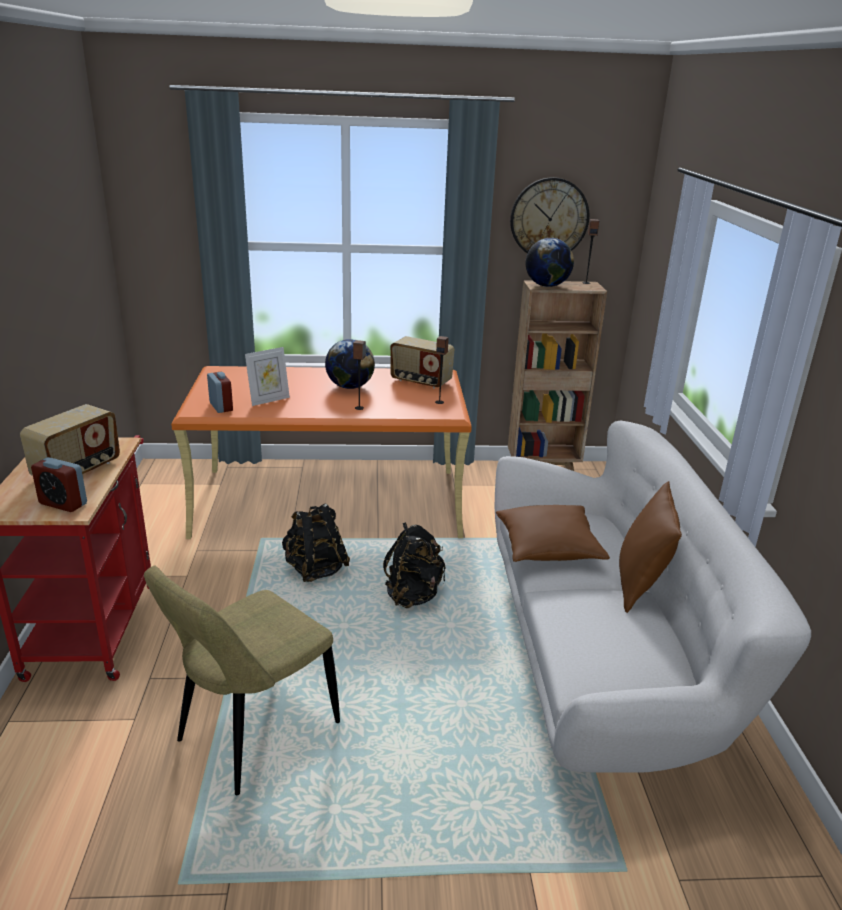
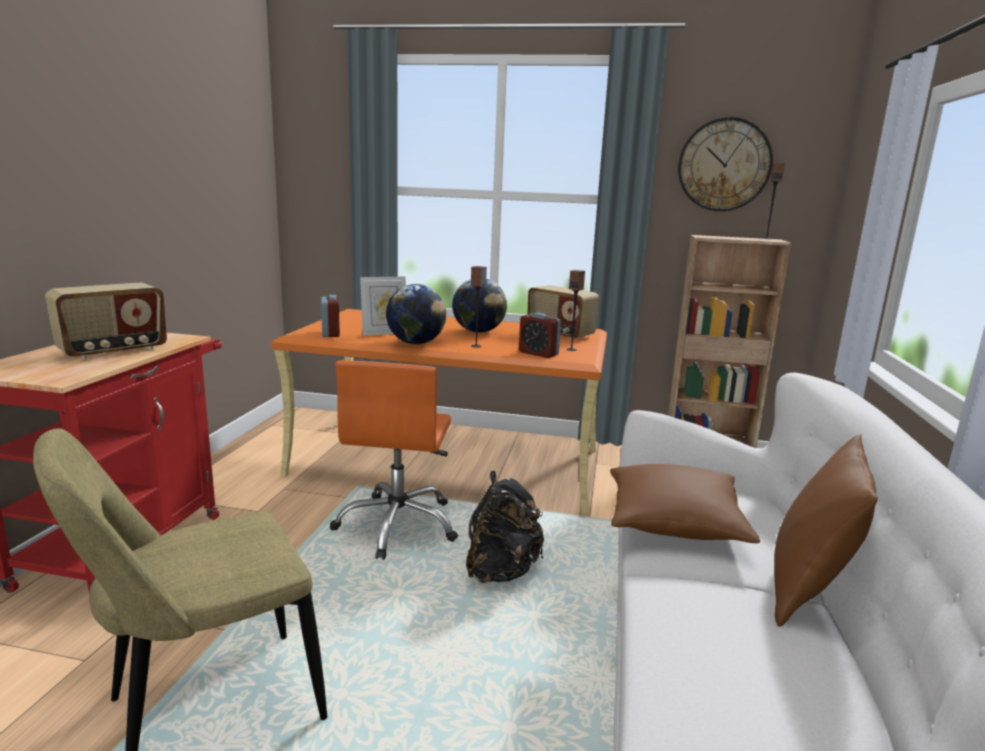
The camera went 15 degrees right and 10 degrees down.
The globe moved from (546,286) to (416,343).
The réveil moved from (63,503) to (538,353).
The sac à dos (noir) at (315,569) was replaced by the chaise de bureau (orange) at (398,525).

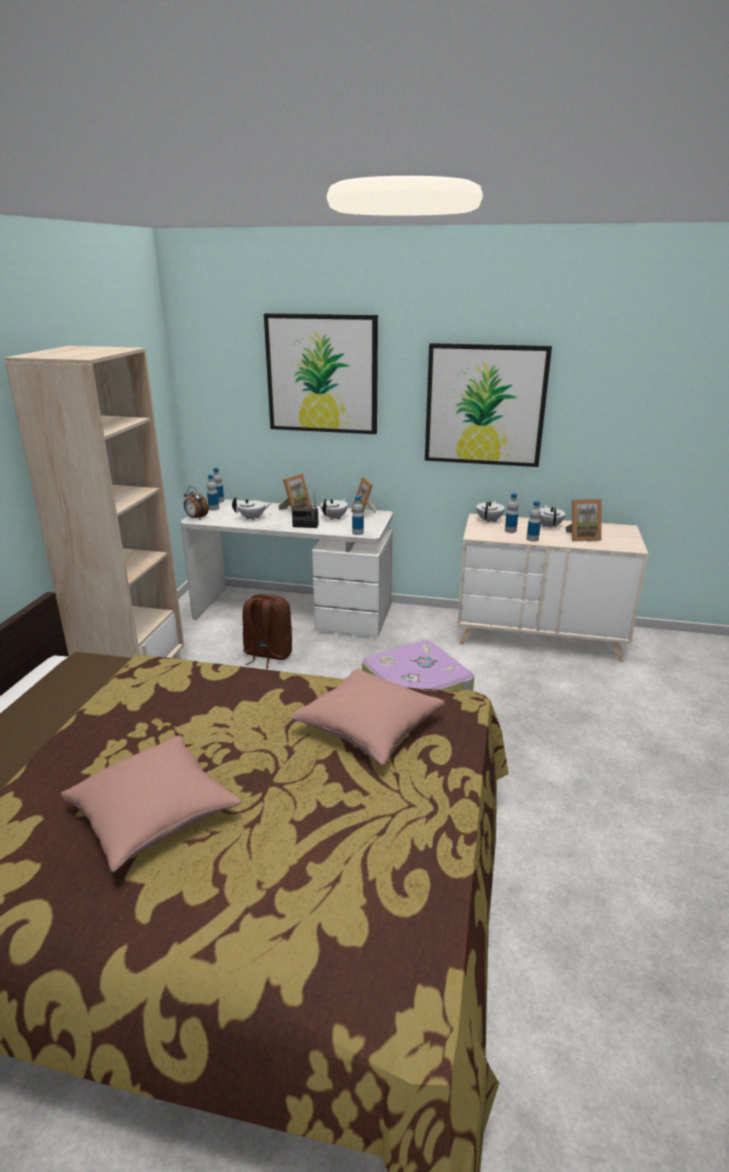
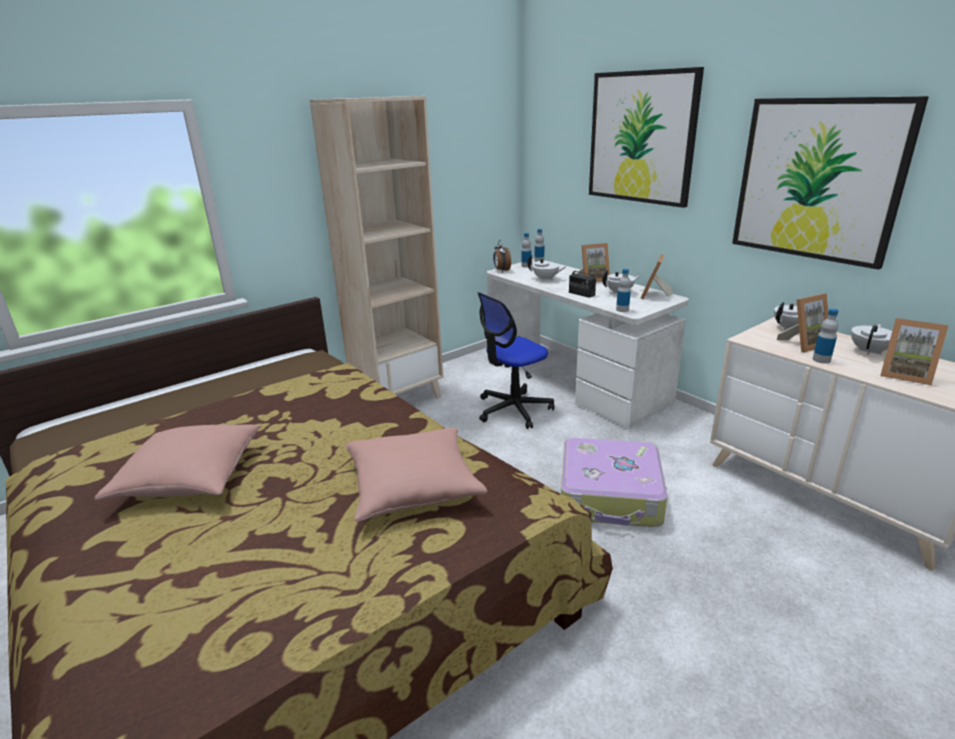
The camera went 40 degrees right and 0 degrees up.
The bouteille at (510,530) was replaced by the cadre photo at (803,344).
The sac à dos (marron) at (267,655) was replaced by the chaise de bureau at (513,409).

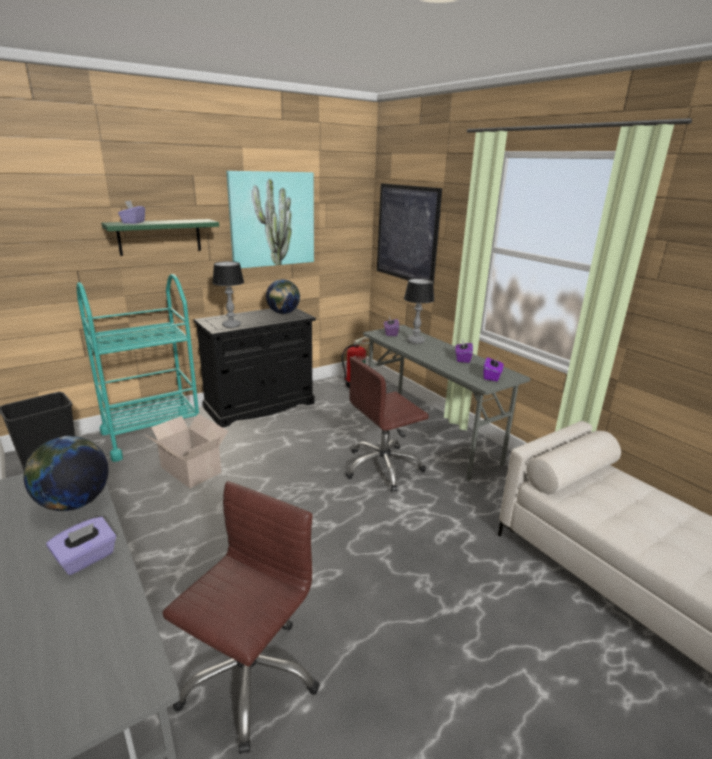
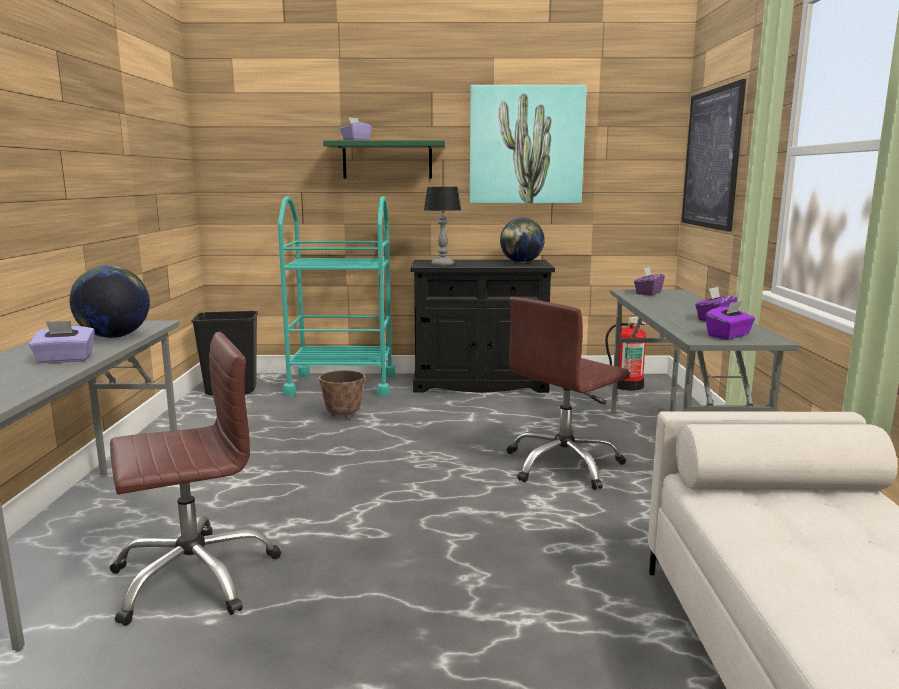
The camera went 35 degrees right and 10 degrees down.
The lampe de table at (415,341) disappeared.
The chaise de bureau (marron) at (383,467) turned 45 degrees counterclockwise.
The carton at (190,469) was replaced by the cache-pot at (343,416).

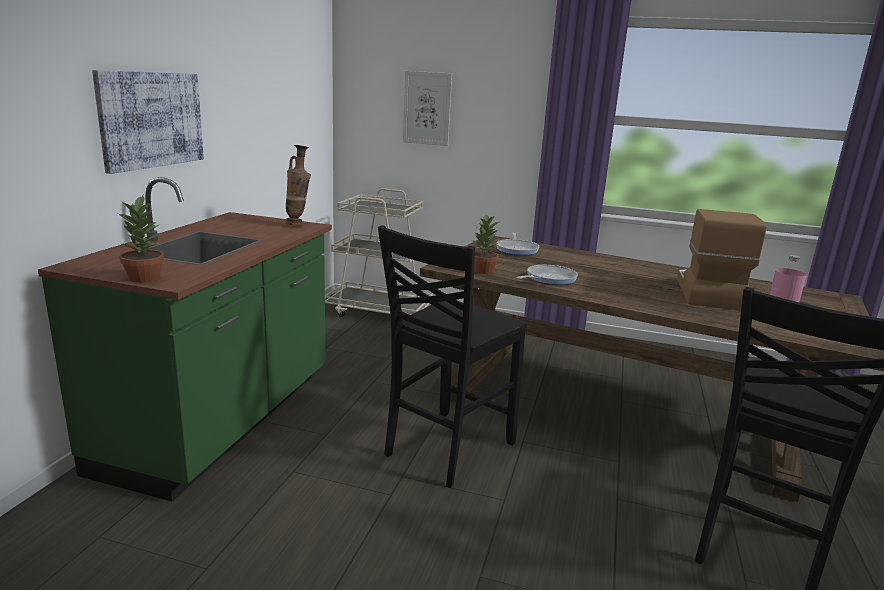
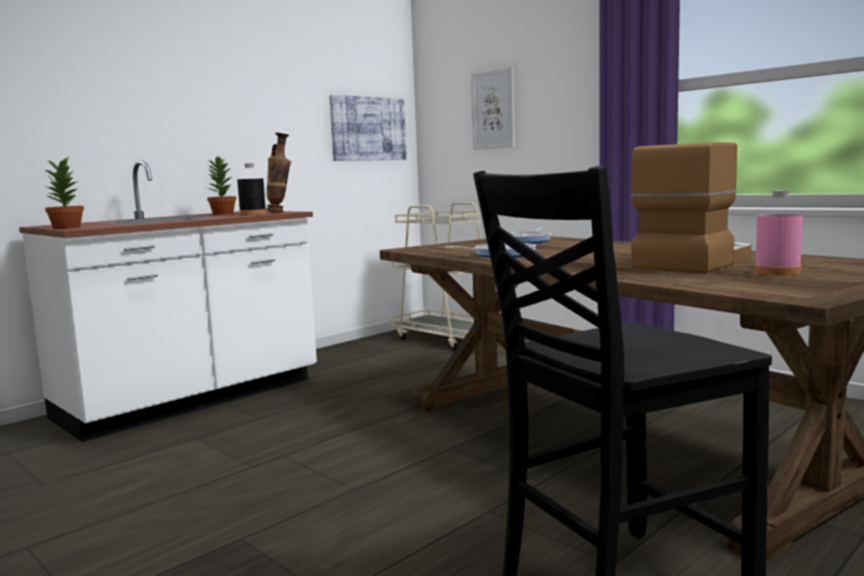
The camera went 30 degrees right and 10 degrees down.
The tableau moved from (151,119) to (368,129).
The comptoir de cuisine (vert) at (222,421) became the comptoir de cuisine (blanc) at (191,399).
The plante en pot moved from (483,271) to (222,213).
The chaise (noir) at (446,449) disappeared.
The bouteille (noir) at (253,214) appeared.

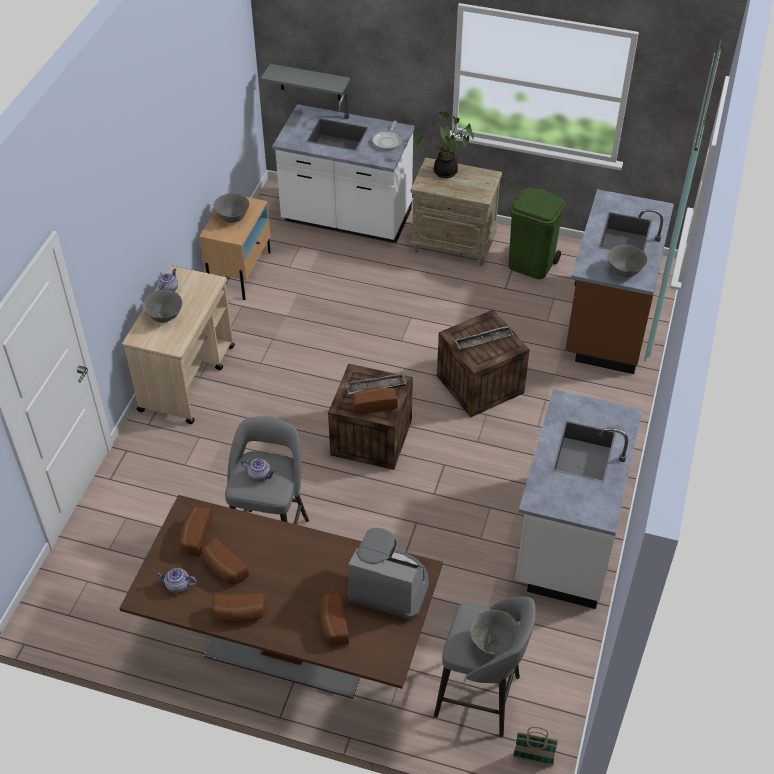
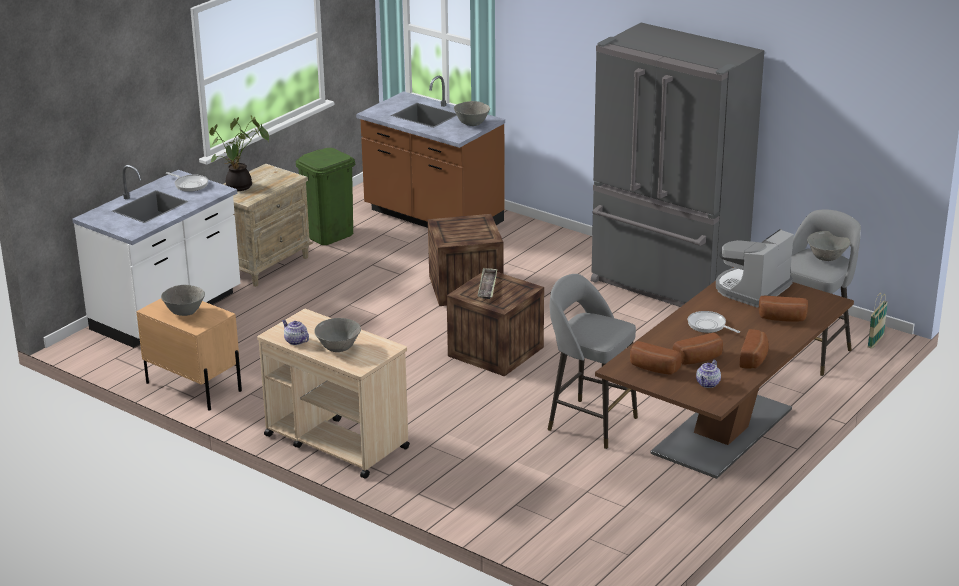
The camera went 70 degrees left and 20 degrees down.
The étagère (gris) at (310,82) disappeared.
The plateau at (483,340) disappeared.
The pain at (374,405) disappeared.
The comptoir de cuisine (blanc) at (567,537) was replaced by the réfrigérateur (gris) at (666,285).
The théière at (260,475) disappeared.
The poêle at (708,325) appeared.

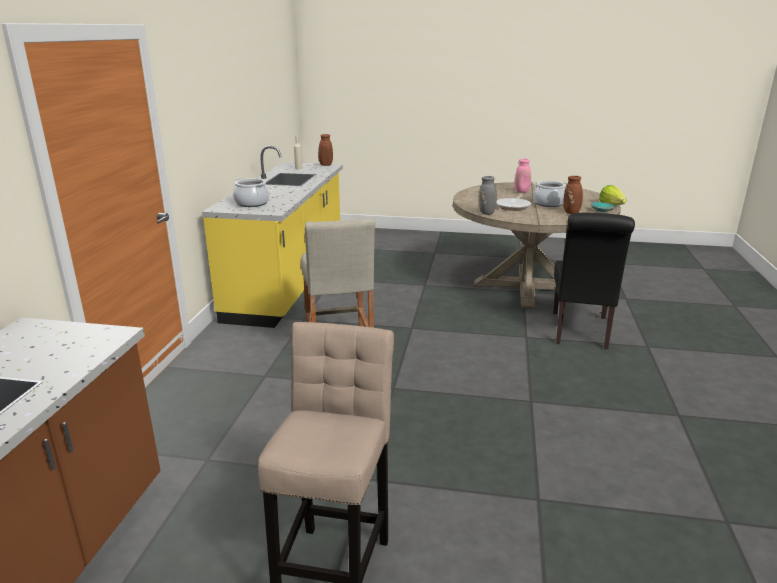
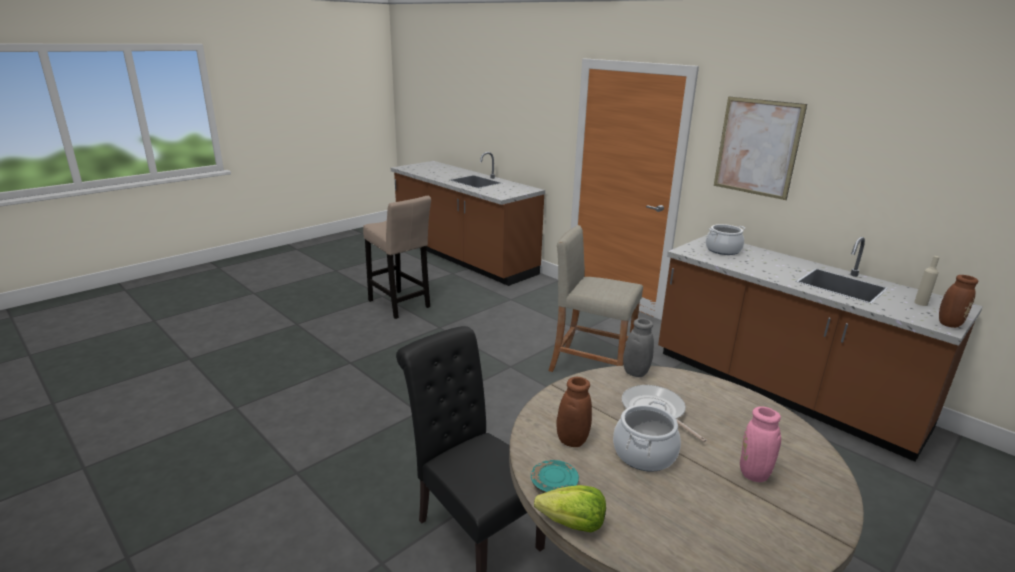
The camera went 125 degrees right and 0 degrees up.
The comptoir de cuisine (jaune) at (289,282) became the comptoir de cuisine (marron) at (781,391).
The tableau at (757,147) appeared.

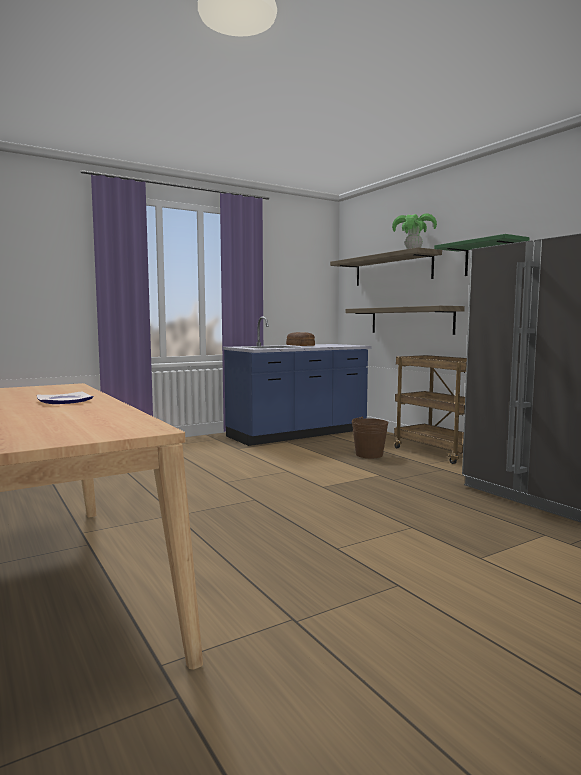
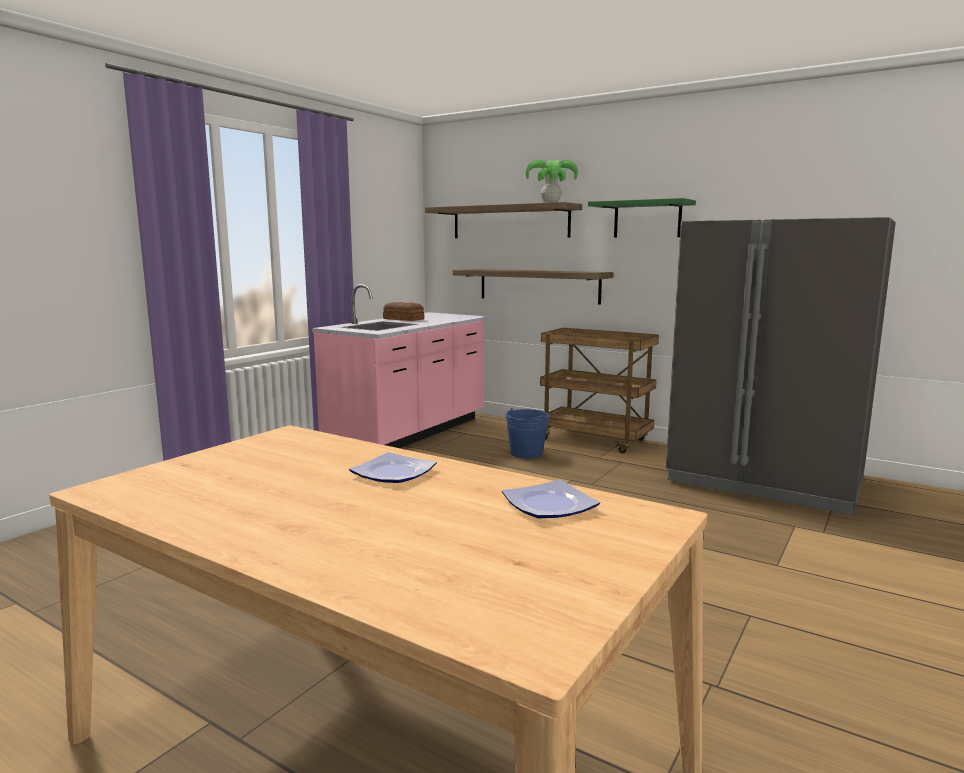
The camera went 25 degrees left and 5 degrees up.
The comptoir de cuisine (bleu) at (298,434) became the comptoir de cuisine (rose) at (409,433).
The seau (marron) at (369,455) became the seau (bleu) at (526,453).
The assiette at (547,505) appeared.

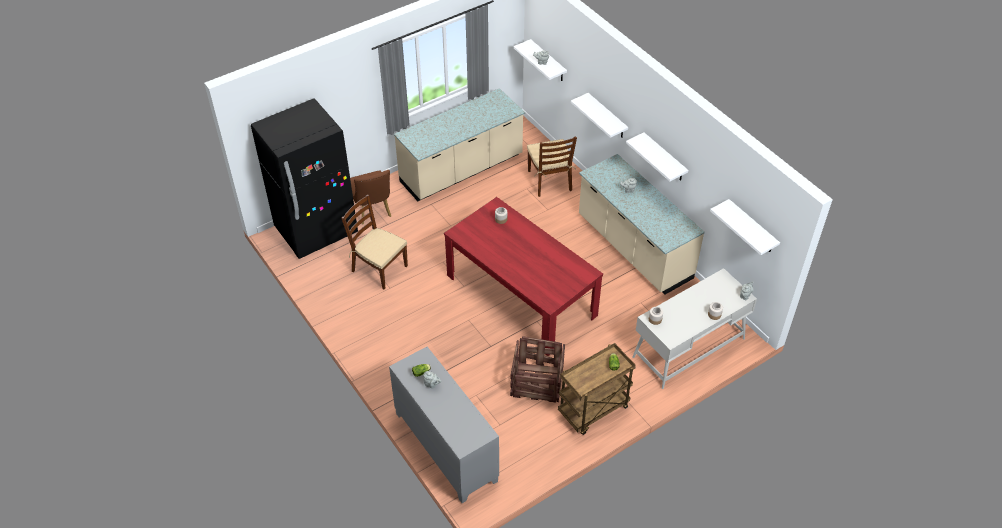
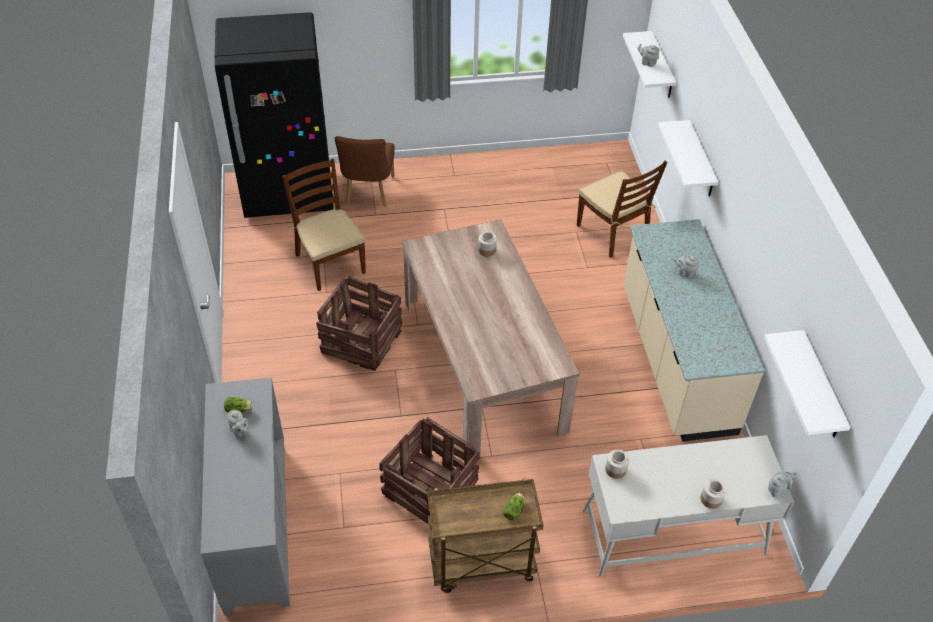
The camera went 25 degrees right and 0 degrees up.
The comptoir de cuisine (beige) at (462,170) disappeared.
The étagère (blanc) at (664,158) disappeared.
The chaise (marron) at (550,181) turned 45 degrees counterclockwise.
The table à manger (rouge) at (521,295) became the table à manger (beige) at (483,364).
The caisse at (362,340) appeared.

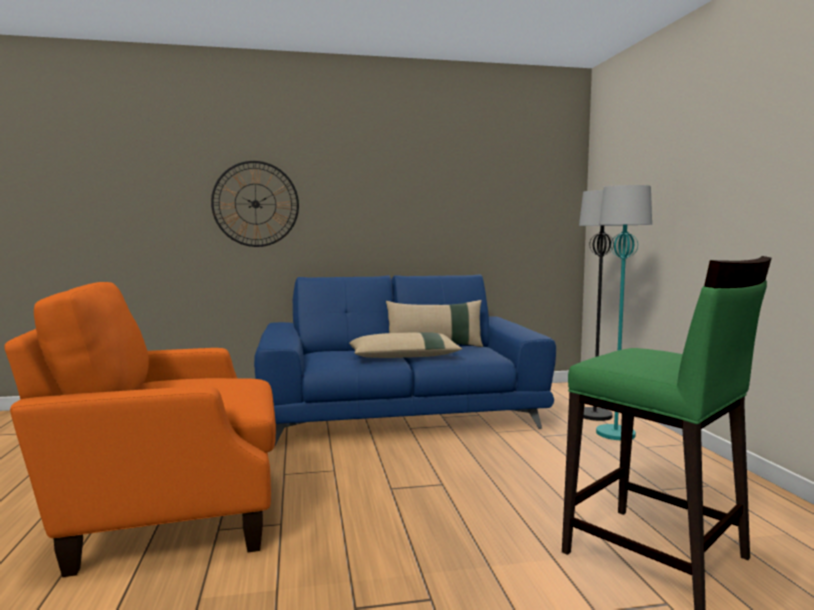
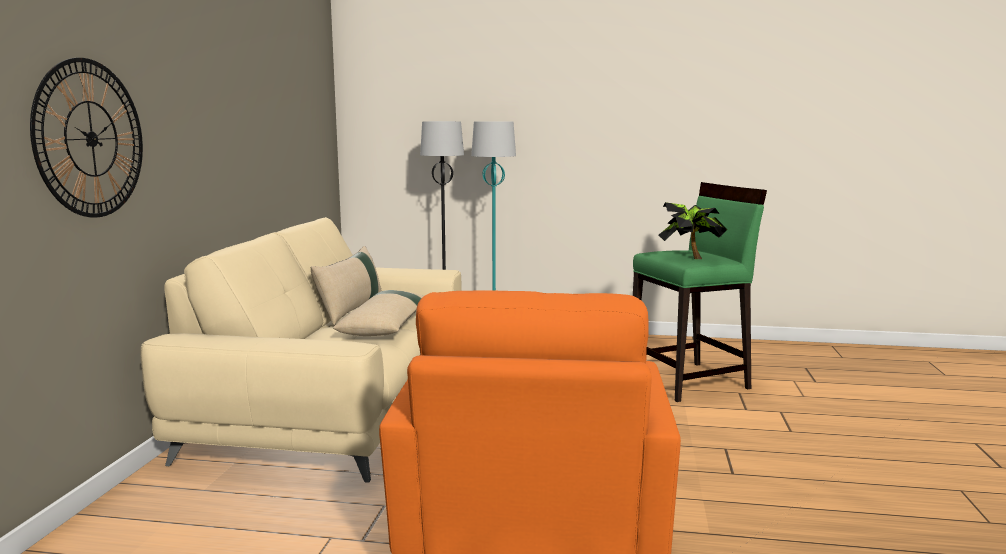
The camera went 70 degrees left and 5 degrees up.
The canapé (bleu) at (400,413) became the canapé (beige) at (338,403).
The plante en pot at (690,257) appeared.

